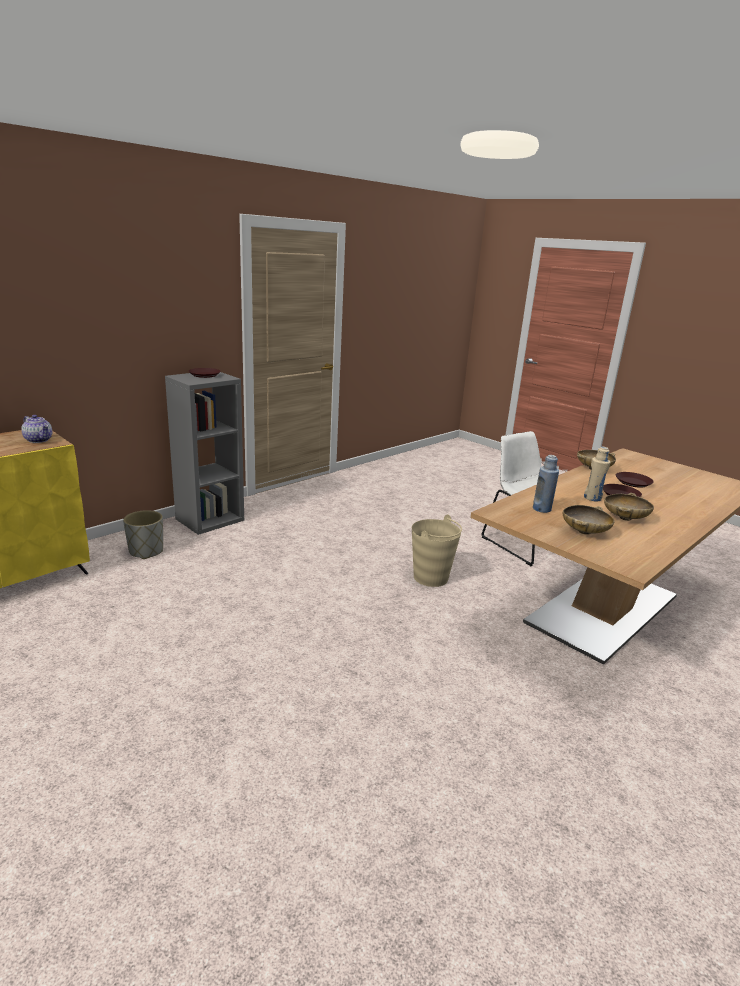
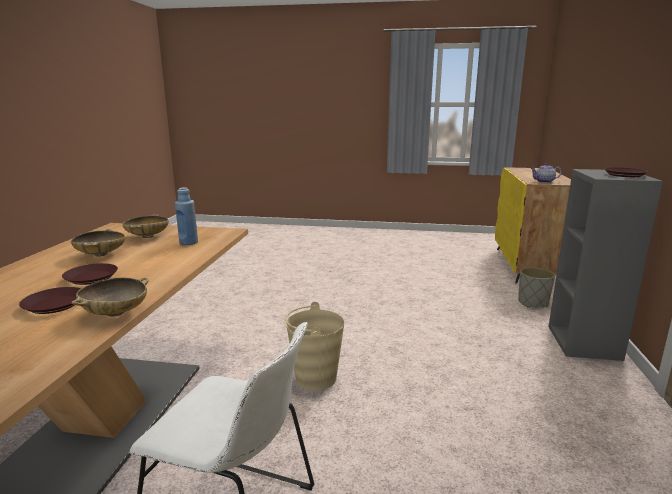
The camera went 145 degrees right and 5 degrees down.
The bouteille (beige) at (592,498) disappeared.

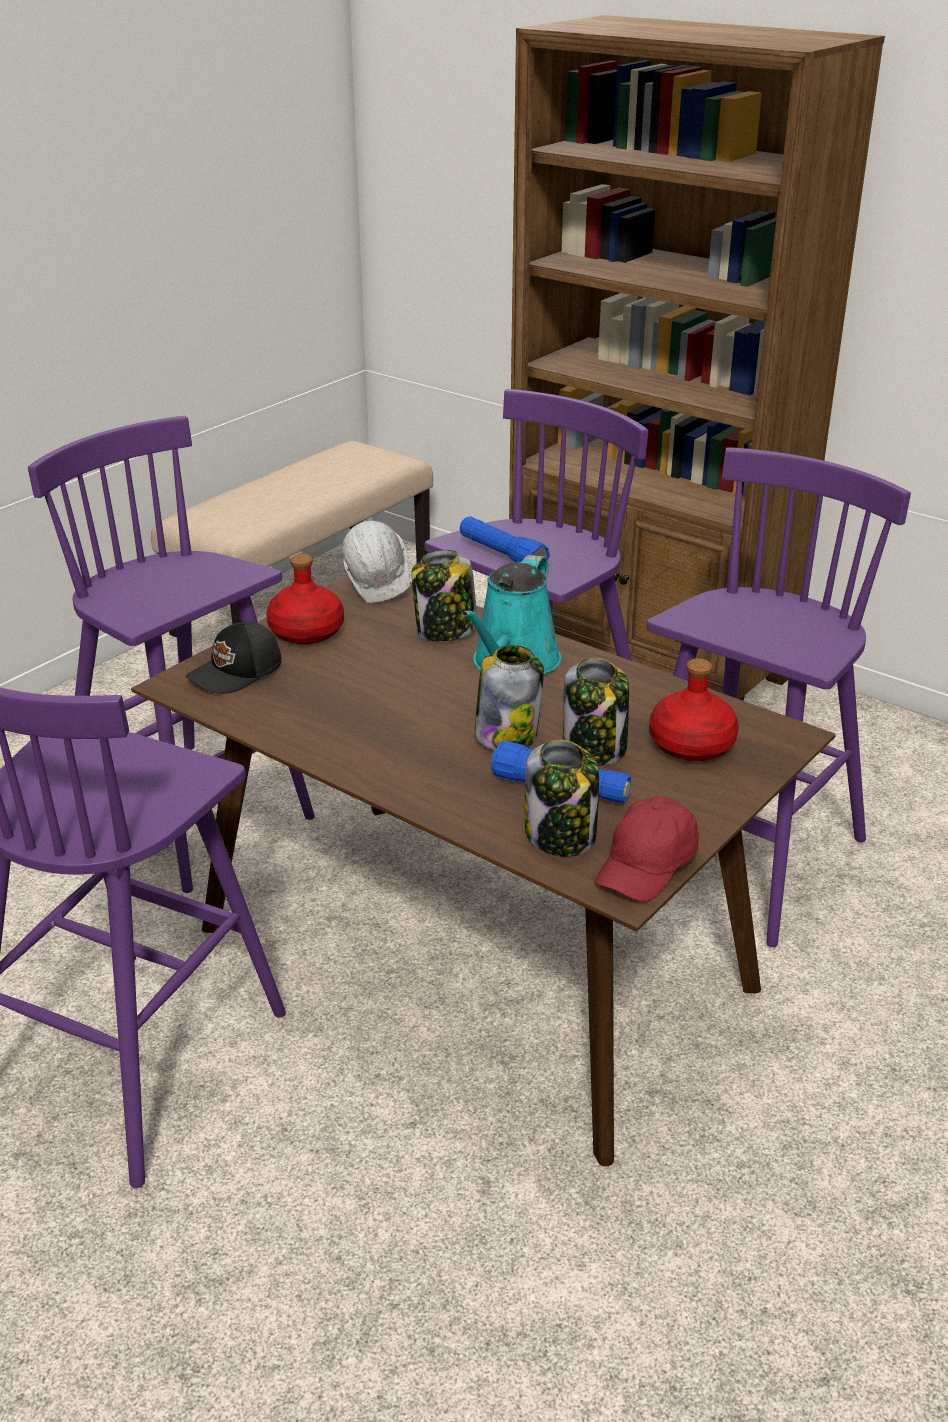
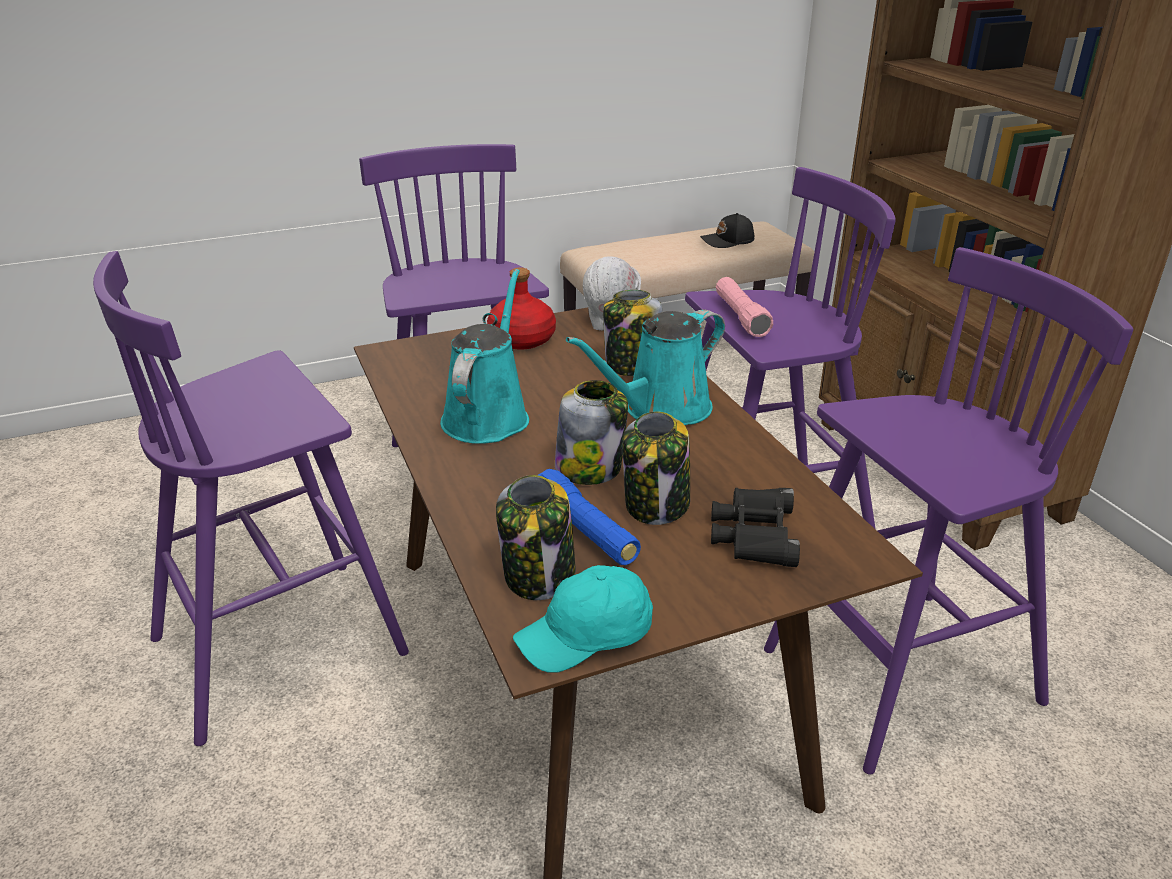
The camera went 30 degrees right and 0 degrees up.
The lampe de poche (bleu) at (502,555) became the lampe de poche (rose) at (740,317).
The casquette (noir) moved from (237,673) to (728,241).
The bouteille (rouge) at (692,745) was replaced by the jumelles (noir) at (753,534).
The casquette (rouge) at (647,866) became the casquette (turquoise) at (587,636).
The arrosoir (turquoise) at (488,415) appeared.

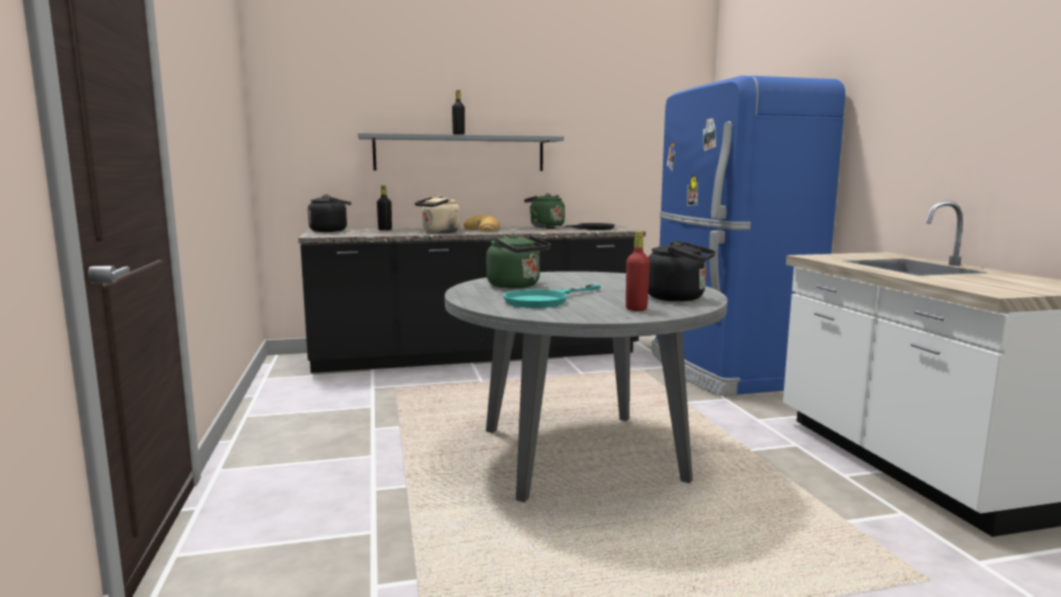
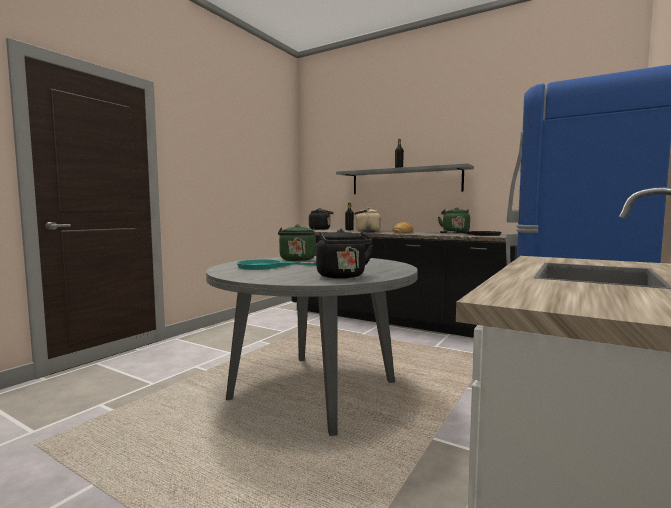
The camera went 45 degrees right and 5 degrees down.
The bouteille (rouge) at (636,309) disappeared.

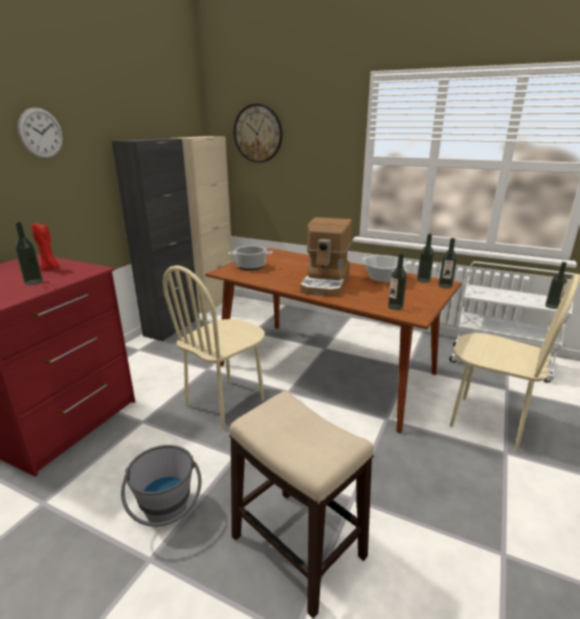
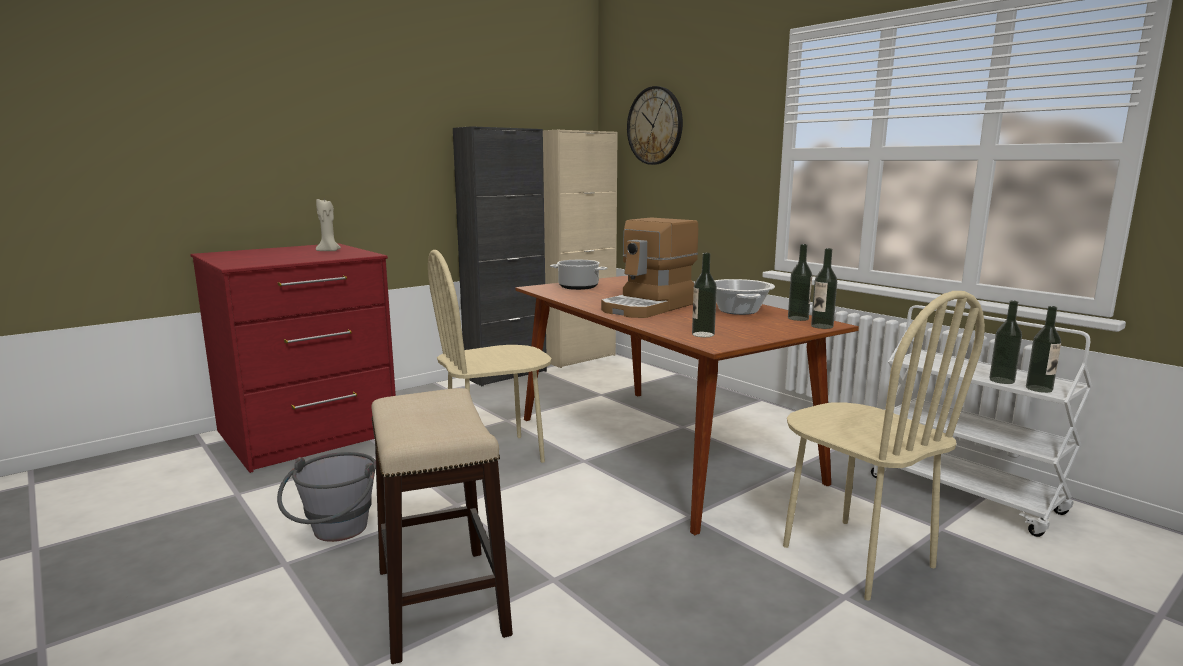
The camera went 25 degrees right and 10 degrees down.
The horloge murale at (41,133) disappeared.
The bouteille moved from (33,282) to (1001,380).
The bougie (rouge) at (50,268) became the bougie (beige) at (329,251).

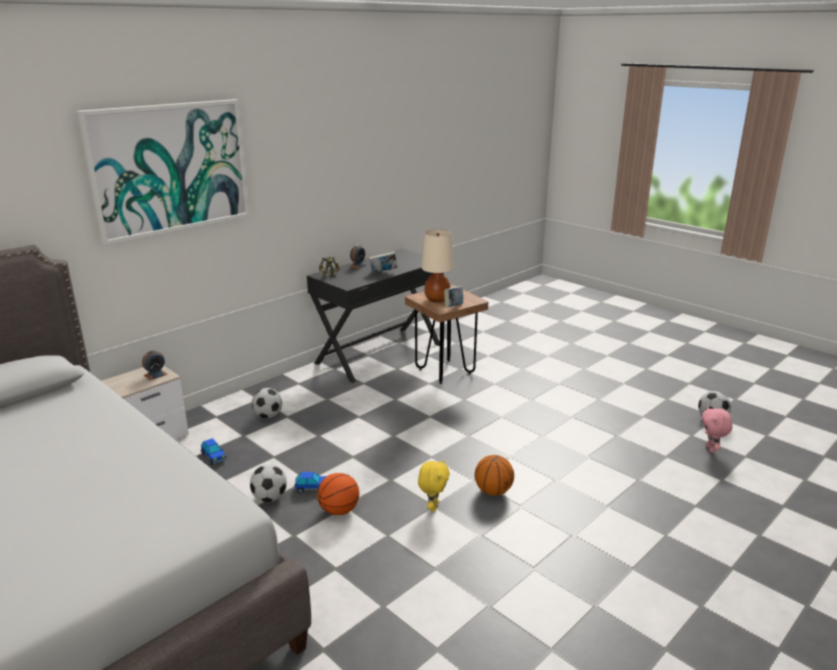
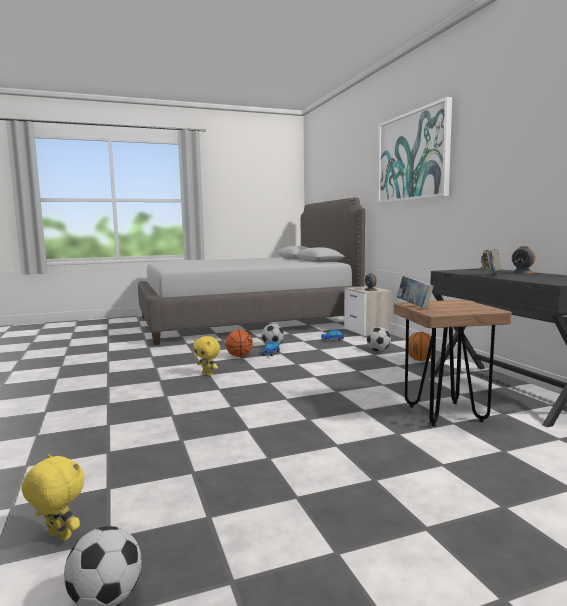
The camera went 115 degrees right and 15 degrees down.
The lampe de table (beige) at (437,299) disappeared.
The peluche (rose) at (711,449) became the peluche (jaune) at (58,537).
The ballon de basket moved from (493,491) to (420,360).

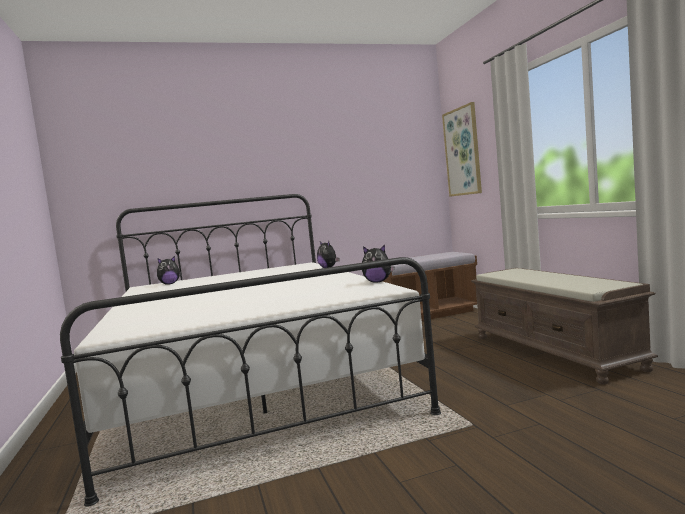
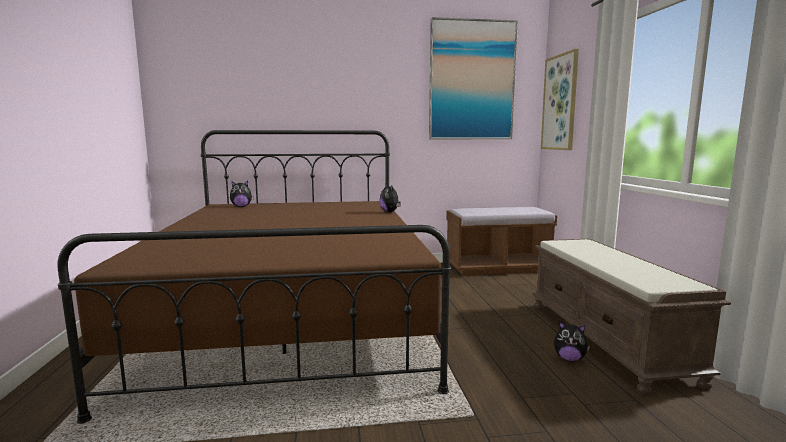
The camera went 10 degrees right and 5 degrees up.
The lit (blanc) at (251,382) became the lit (marron) at (292,315).
The peluche moved from (378,282) to (569,358).
The tableau at (472,80) appeared.

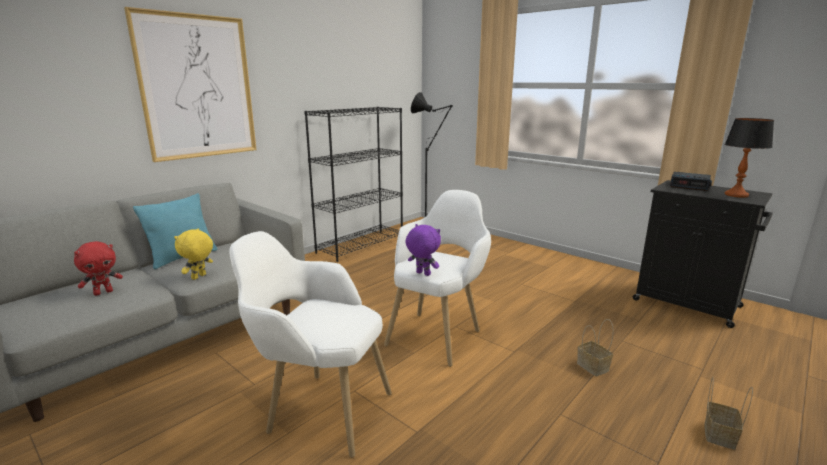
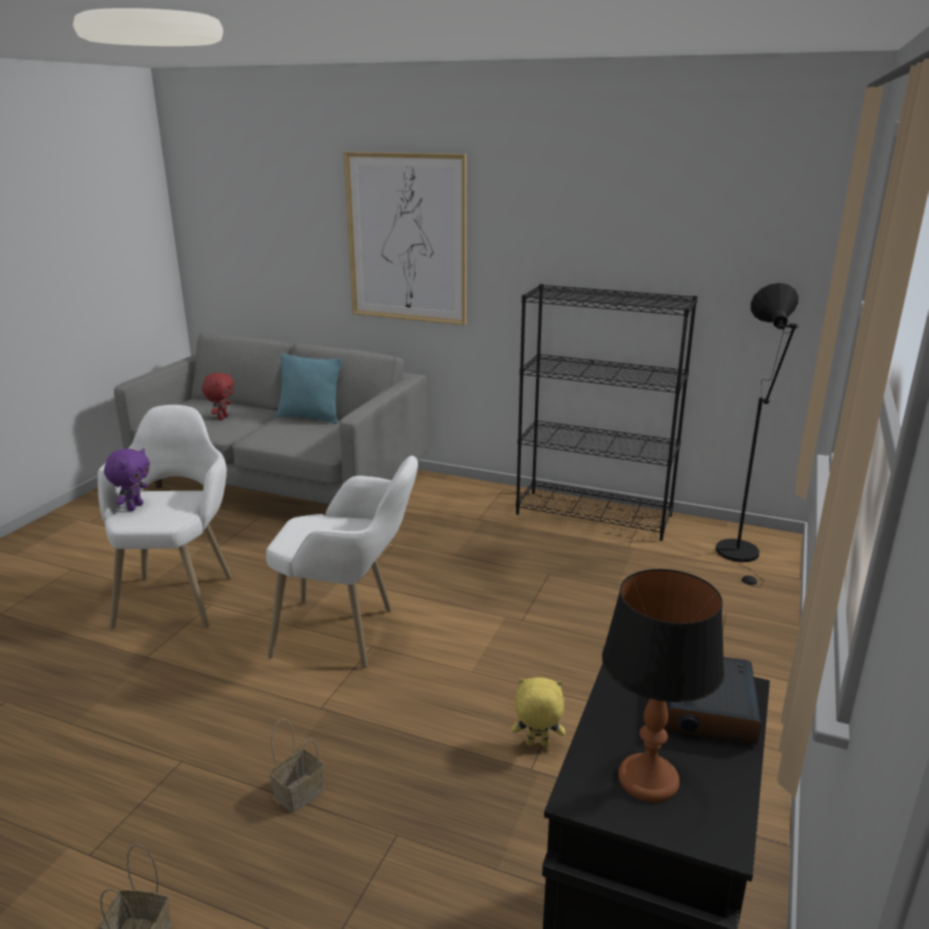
The camera went 70 degrees right and 5 degrees up.
The peluche (violet) moved from (422,274) to (134,507).
The peluche (jaune) moved from (199,277) to (537,745).
The peluche (rouge) at (103,292) turned 105 degrees counterclockwise.

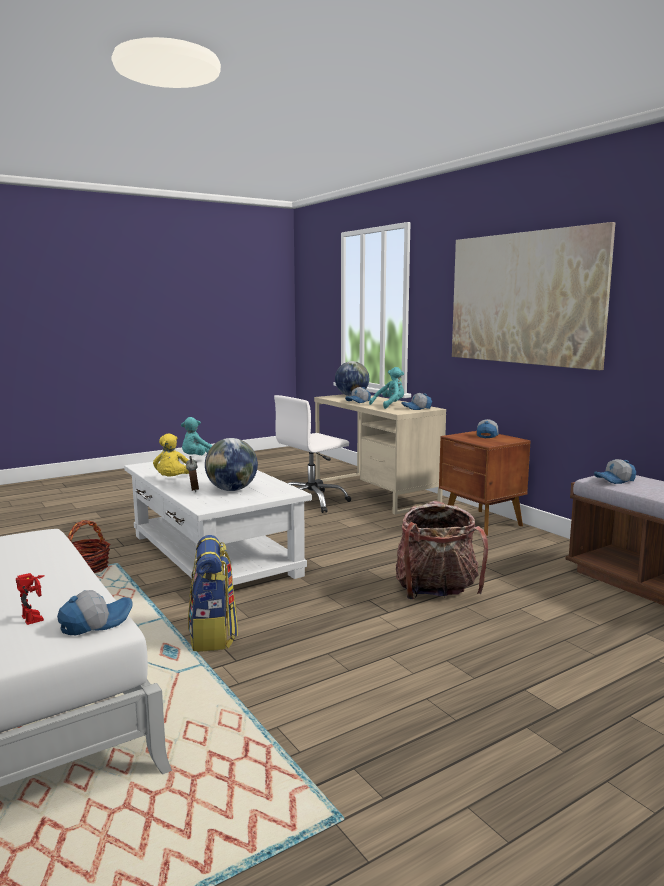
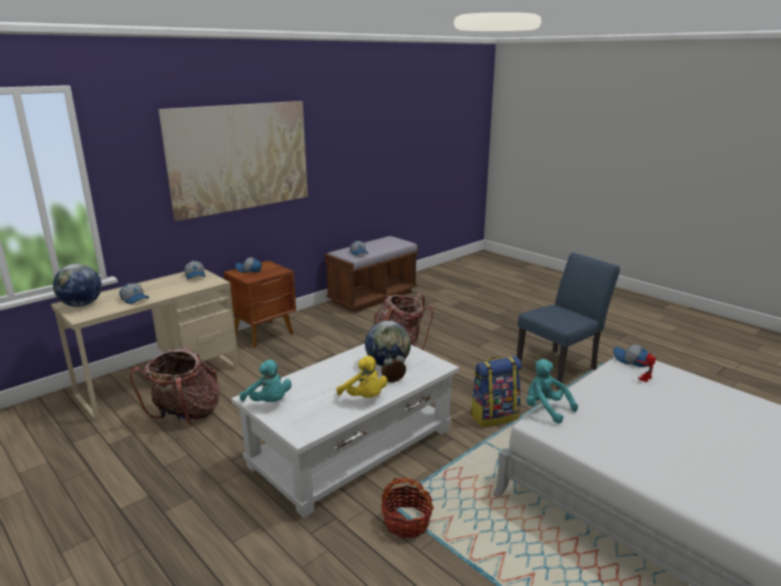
The camera went 100 degrees left and 10 degrees up.
The peluche (turquoise) moved from (390,405) to (545,409).
The chaise de bureau (blanc) at (311,502) was replaced by the sac à dos at (186,414).
The peluche (jaune) at (174,480) turned 60 degrees clockwise.
The chaise (bleu) at (560,366) appeared.

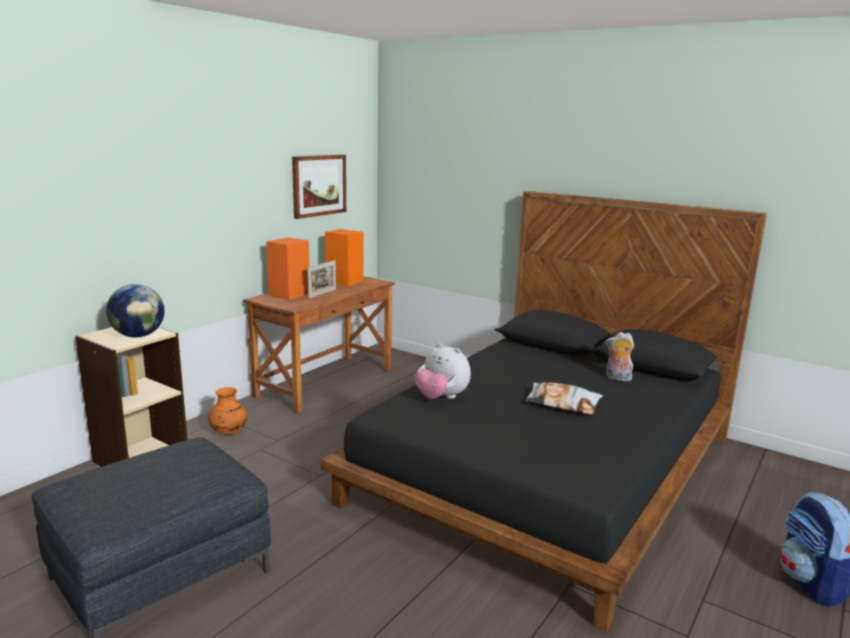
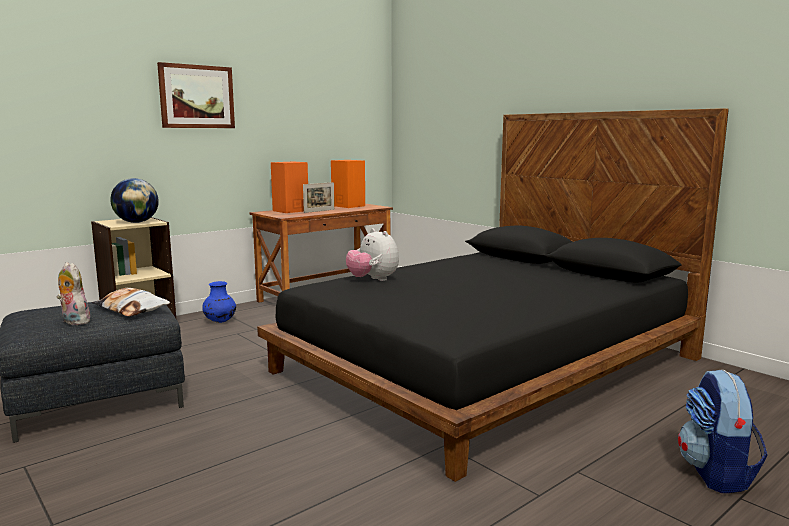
The camera went 15 degrees right and 5 degrees down.
The tableau moved from (319,185) to (197,96).
The peluche moved from (617,378) to (73,322).
The coussin moved from (563,403) to (131,309).
The vase (orange) at (228,432) became the vase (bleu) at (220,321).

